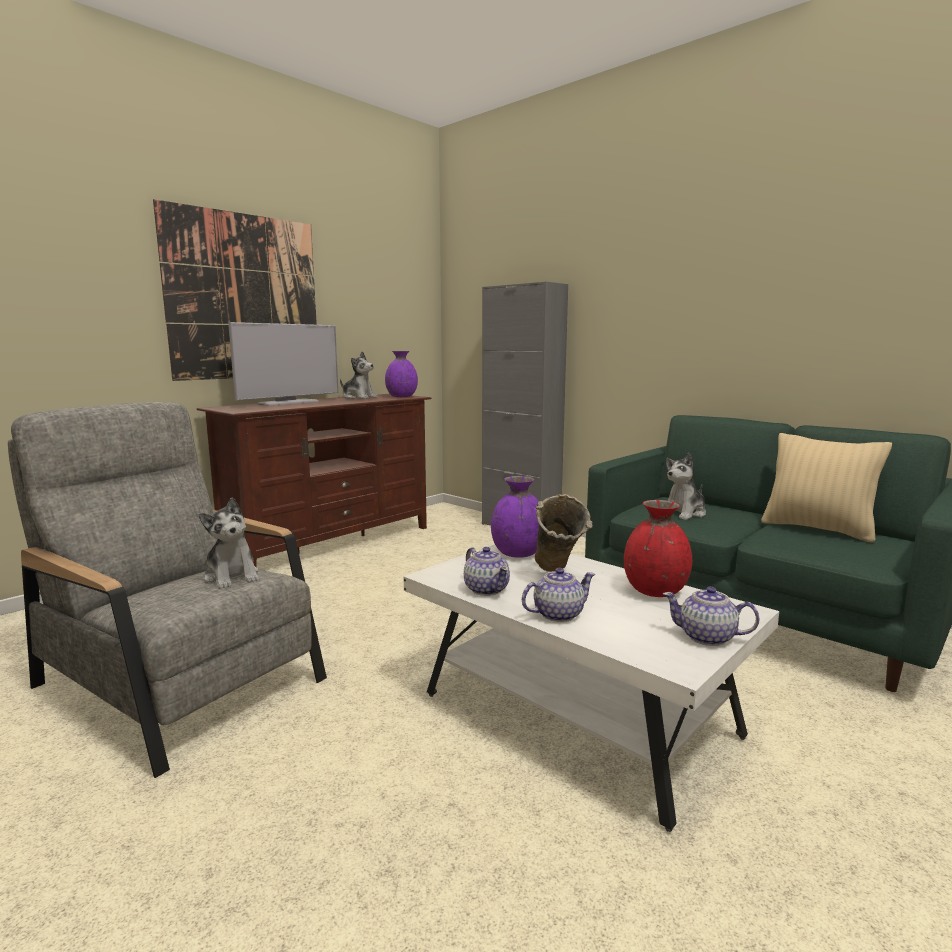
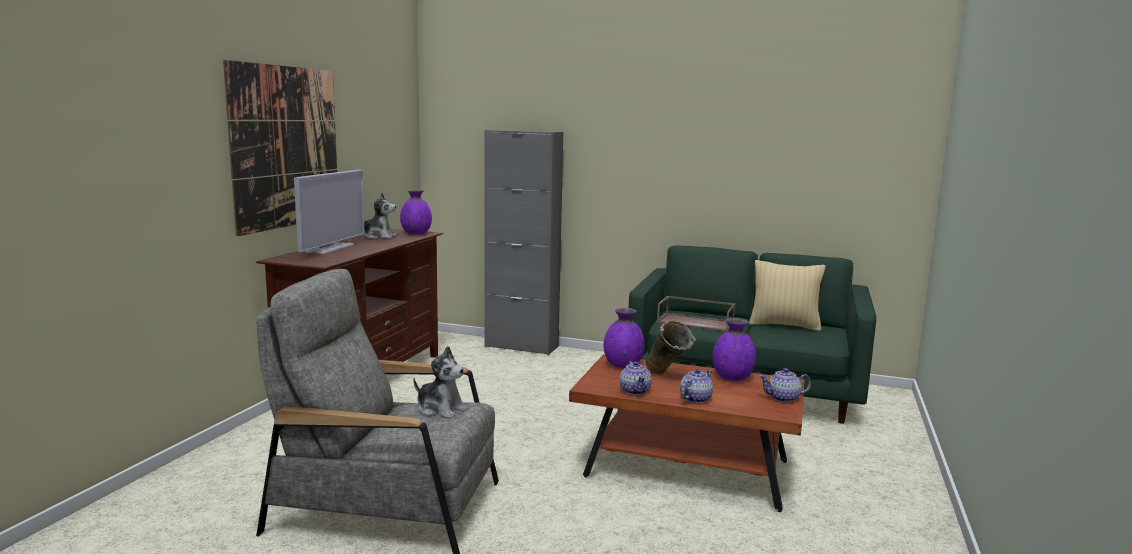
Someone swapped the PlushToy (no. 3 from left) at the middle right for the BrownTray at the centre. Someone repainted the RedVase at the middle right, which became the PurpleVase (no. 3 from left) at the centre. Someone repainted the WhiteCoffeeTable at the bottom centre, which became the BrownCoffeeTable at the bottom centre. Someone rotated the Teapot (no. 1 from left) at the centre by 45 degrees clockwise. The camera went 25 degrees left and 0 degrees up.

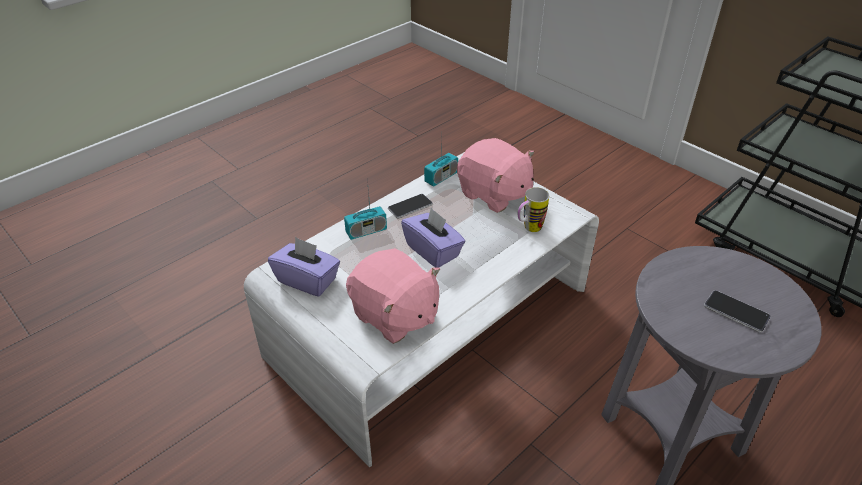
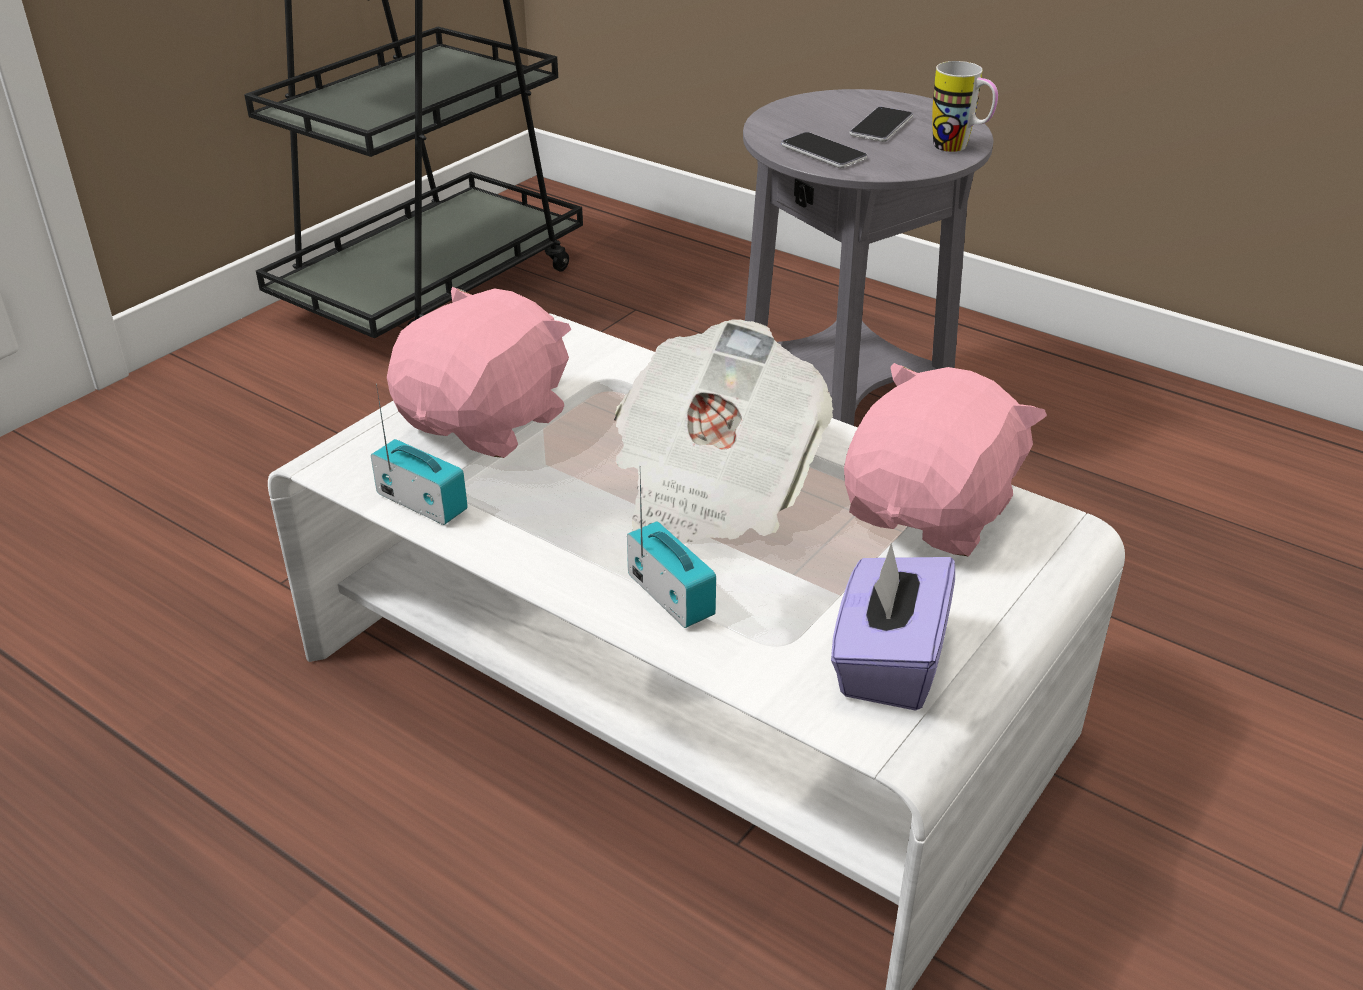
Someone carried the Mug from the centre to the top right. Someone carried the Phone (no. 1 from left) from the centre to the top centre. Someone swapped the PurpleTissueBox (no. 2 from left) at the centre for the Newspaper at the centre. The camera went 100 degrees left and 5 degrees down.

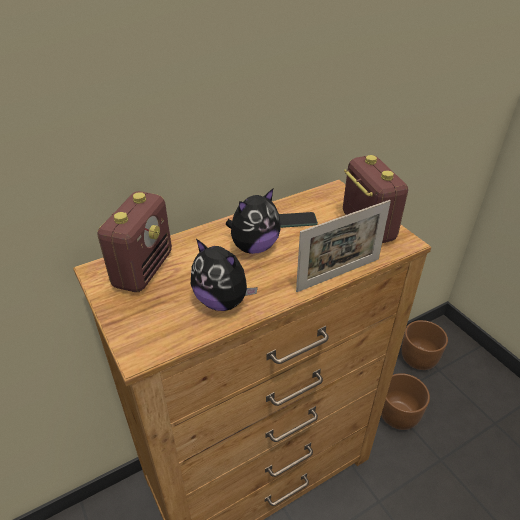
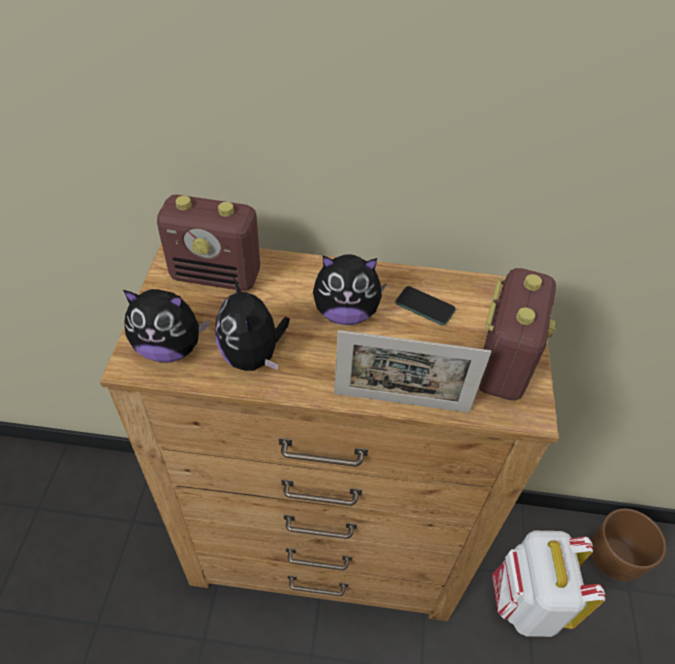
Someone rotated the Radio (no. 1 from left) at the middle left by 45 degrees clockwise. Someone swapped the BrownPlanter (no. 1 from left) at the bottom right for the WhiteBackpack at the bottom right. Someone put down the PlushToy (no. 1 from left) at the middle left. The camera went 35 degrees right and 10 degrees up.

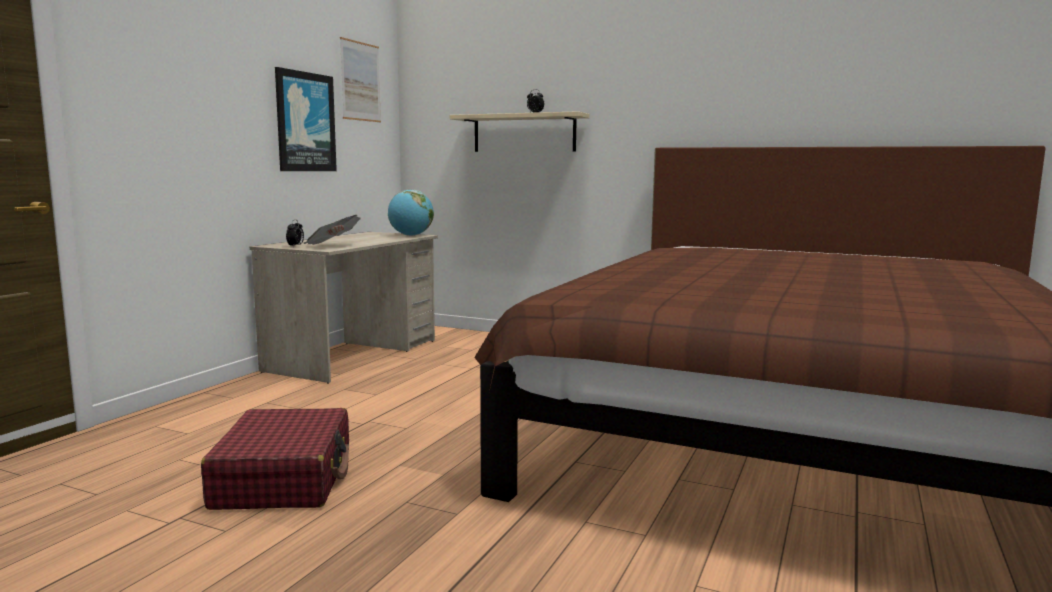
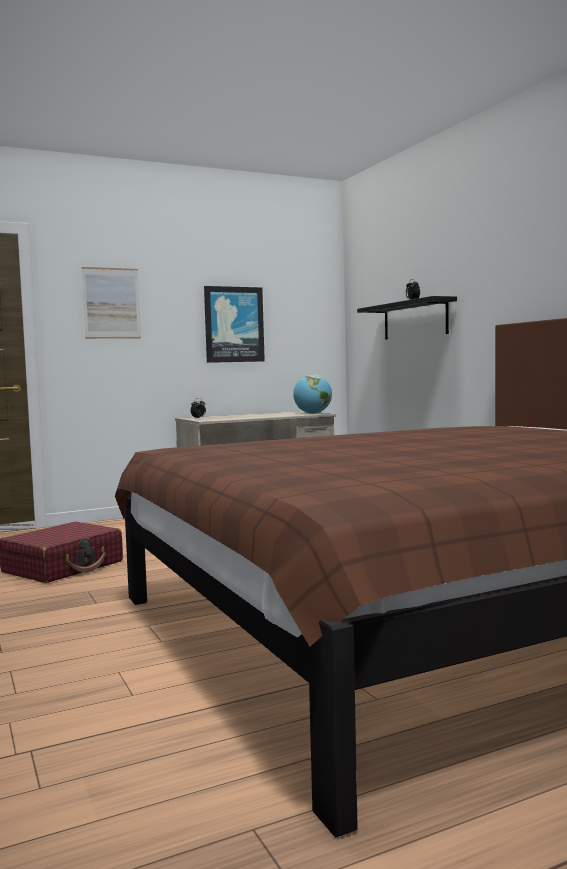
Someone carried the Picture (no. 2 from left in the first image) from the top centre to the middle left. Someone repainted the BeigeShelf at the top centre, which became the BlackShelf at the middle right. Someone took away the Newspaper at the middle left. The camera went 40 degrees right and 5 degrees down.

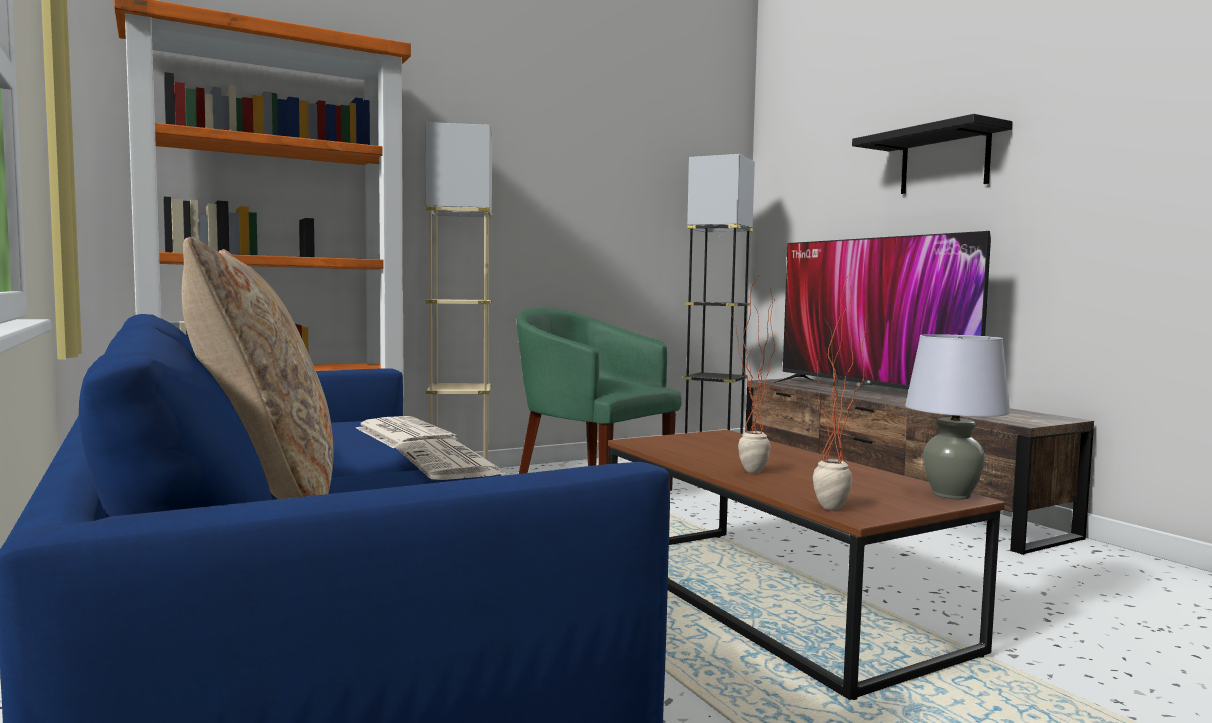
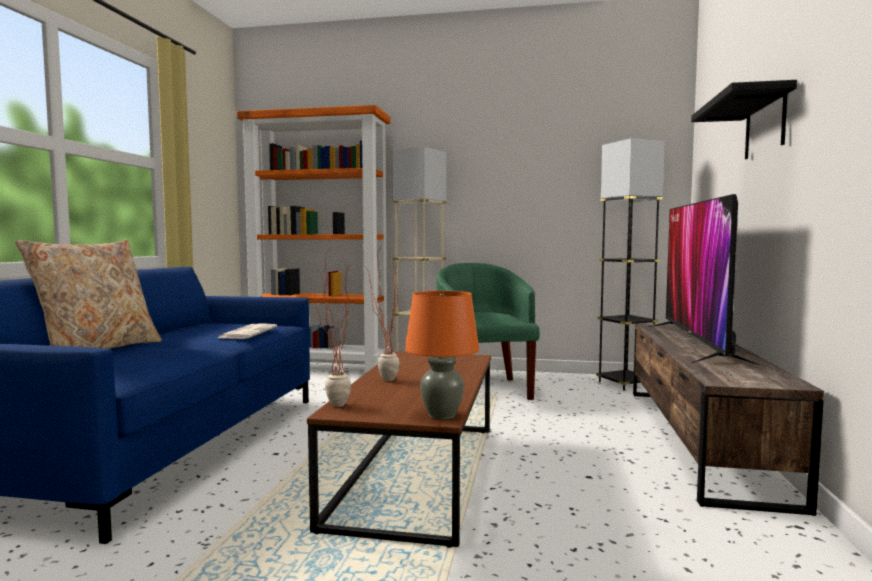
Someone repainted the GreyTableLamp at the middle right, which became the OrangeTableLamp at the centre. Someone took away the Newspaper (no. 2 from left) at the centre. The camera went 40 degrees right and 0 degrees up.

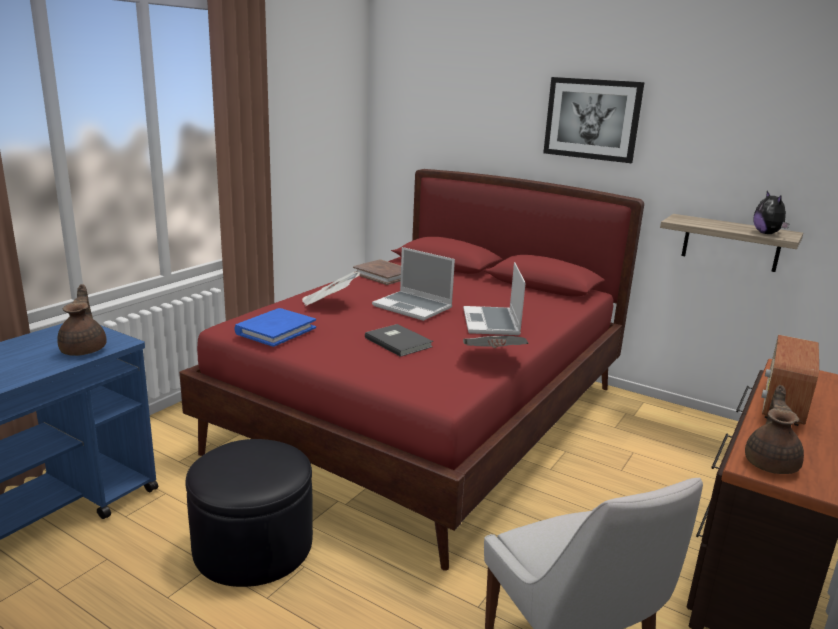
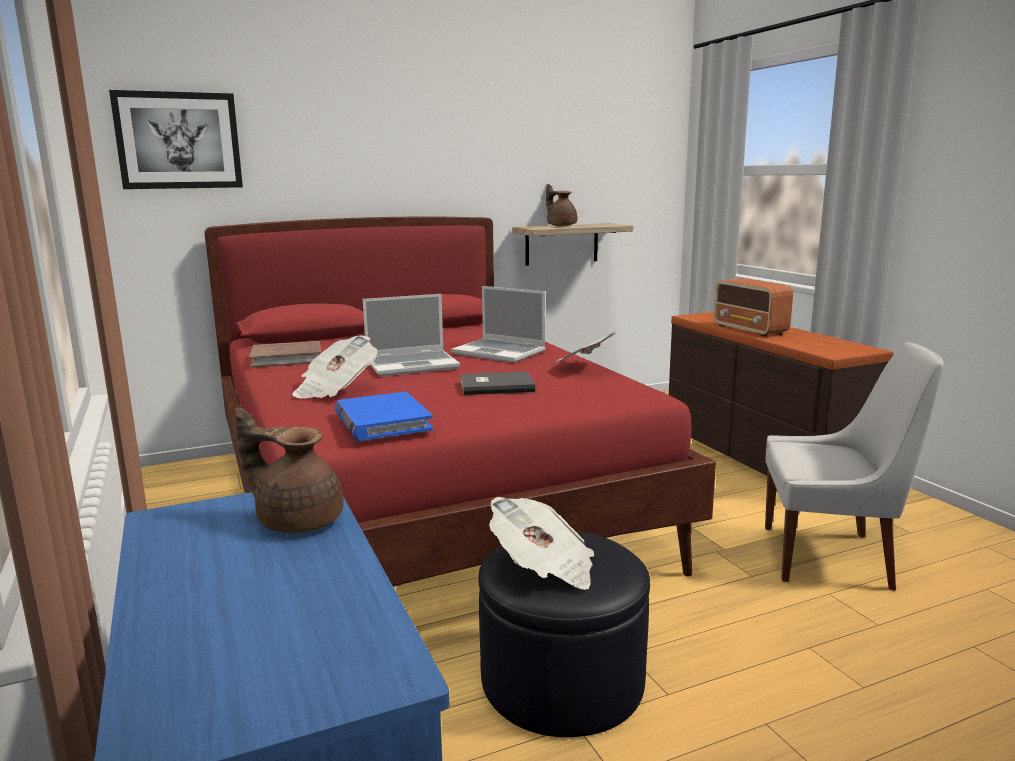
Someone carried the Picture from the top right to the top left. Someone took away the PlushToy at the middle right. Someone carried the BrownTeapot (no. 2 from left) from the bottom right to the top centre. Someone put down the Newspaper (no. 2 from left) at the bottom centre. The camera went 55 degrees left and 5 degrees down.

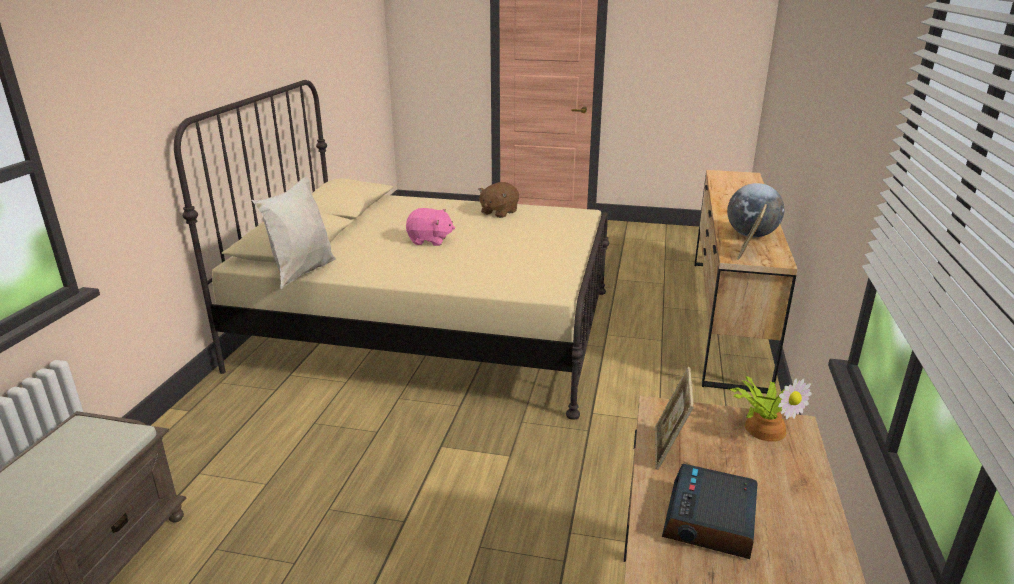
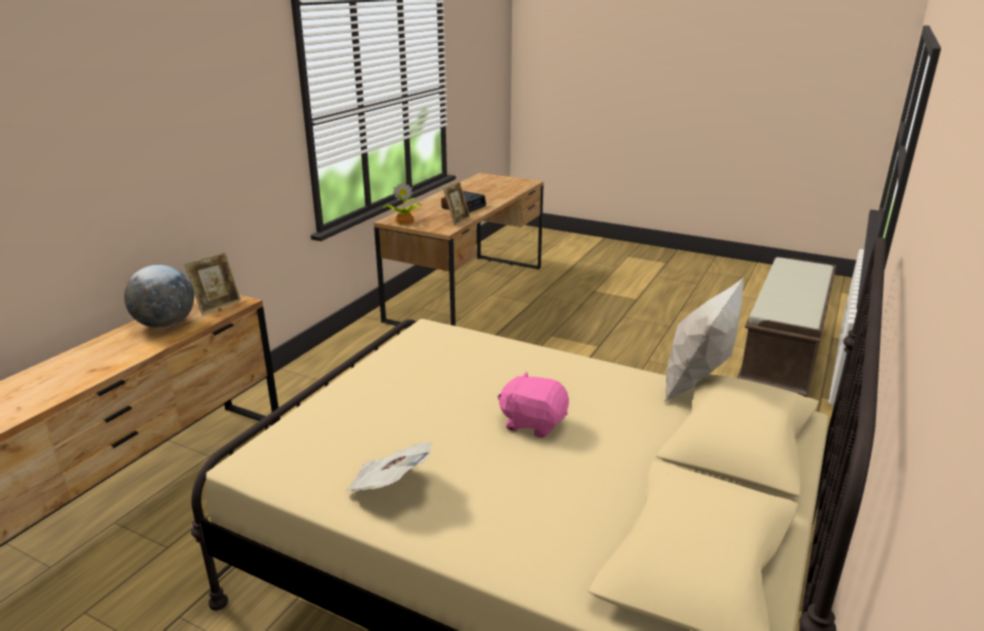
Someone swapped the BrownPlushToy at the centre for the Newspaper at the bottom centre. The camera went 165 degrees left and 0 degrees up.

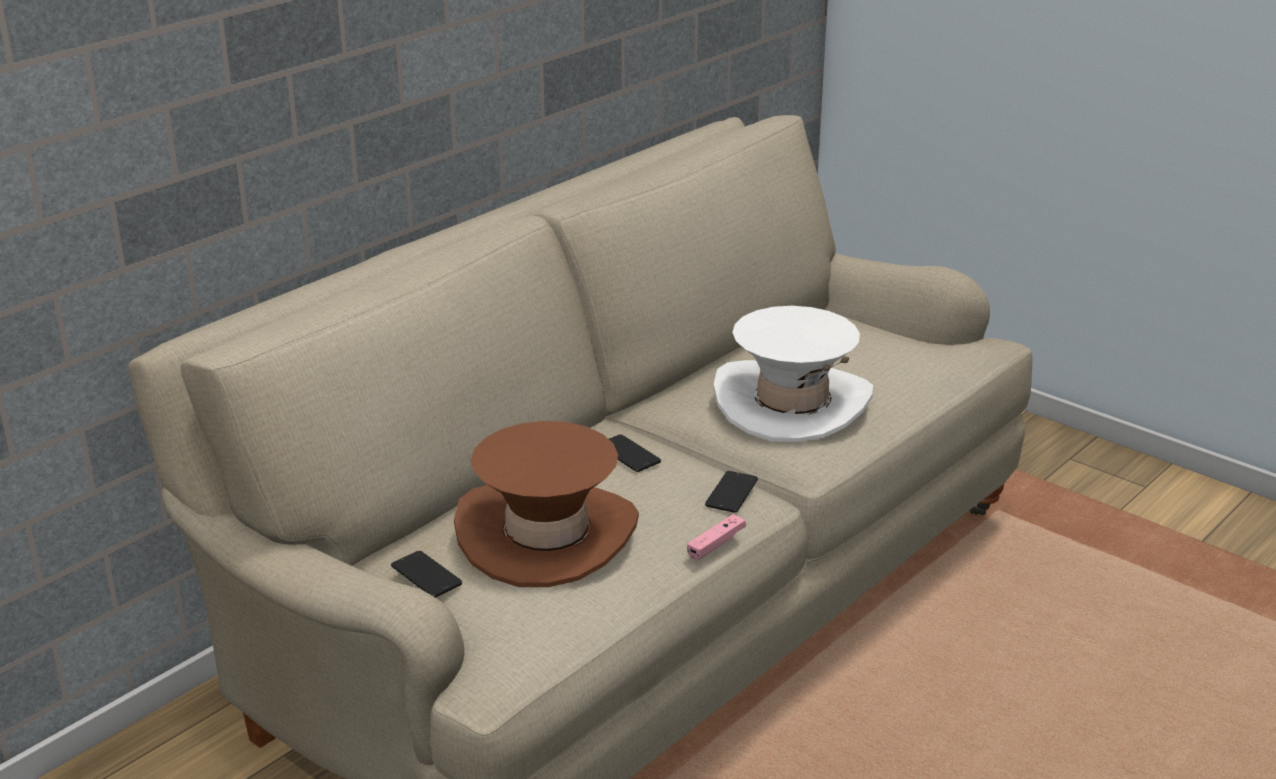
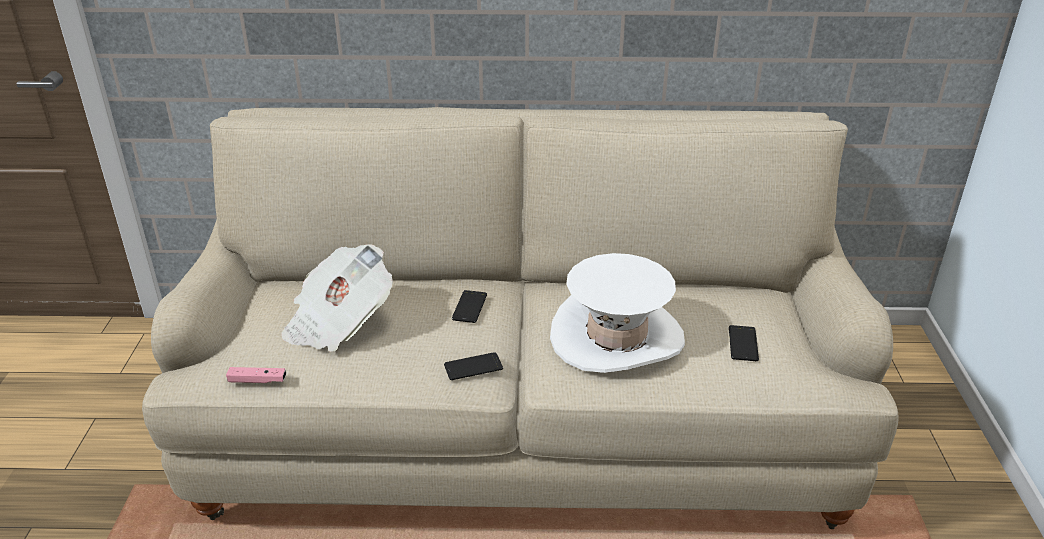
Someone swapped the BrownHat at the centre for the Newspaper at the middle left. Someone carried the PinkGameController from the bottom centre to the bottom left. Someone carried the Phone (no. 1 from left in the first image) from the bottom centre to the middle right. The camera went 50 degrees right and 5 degrees up.

